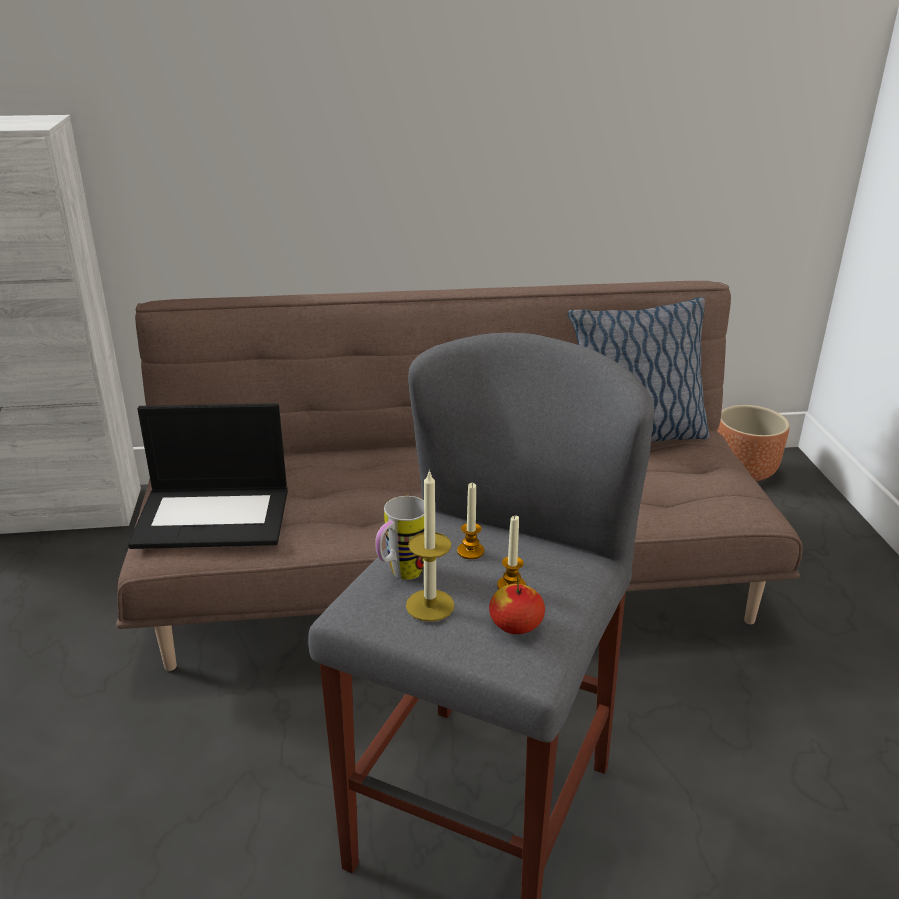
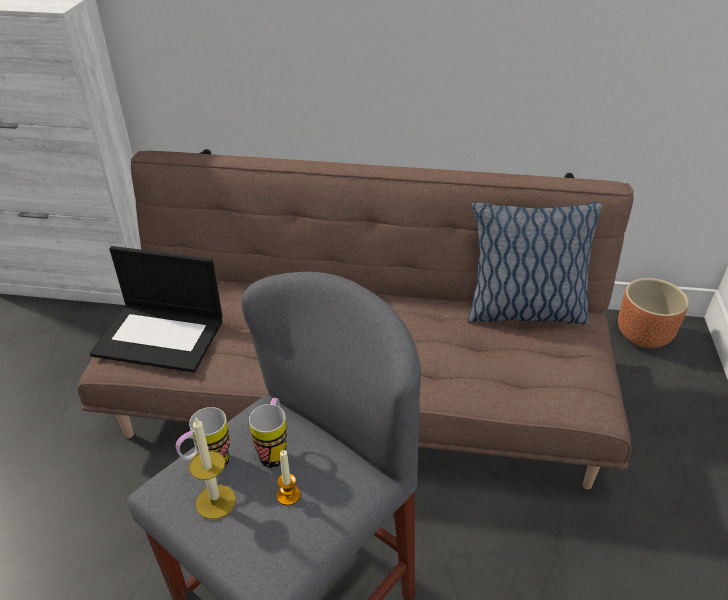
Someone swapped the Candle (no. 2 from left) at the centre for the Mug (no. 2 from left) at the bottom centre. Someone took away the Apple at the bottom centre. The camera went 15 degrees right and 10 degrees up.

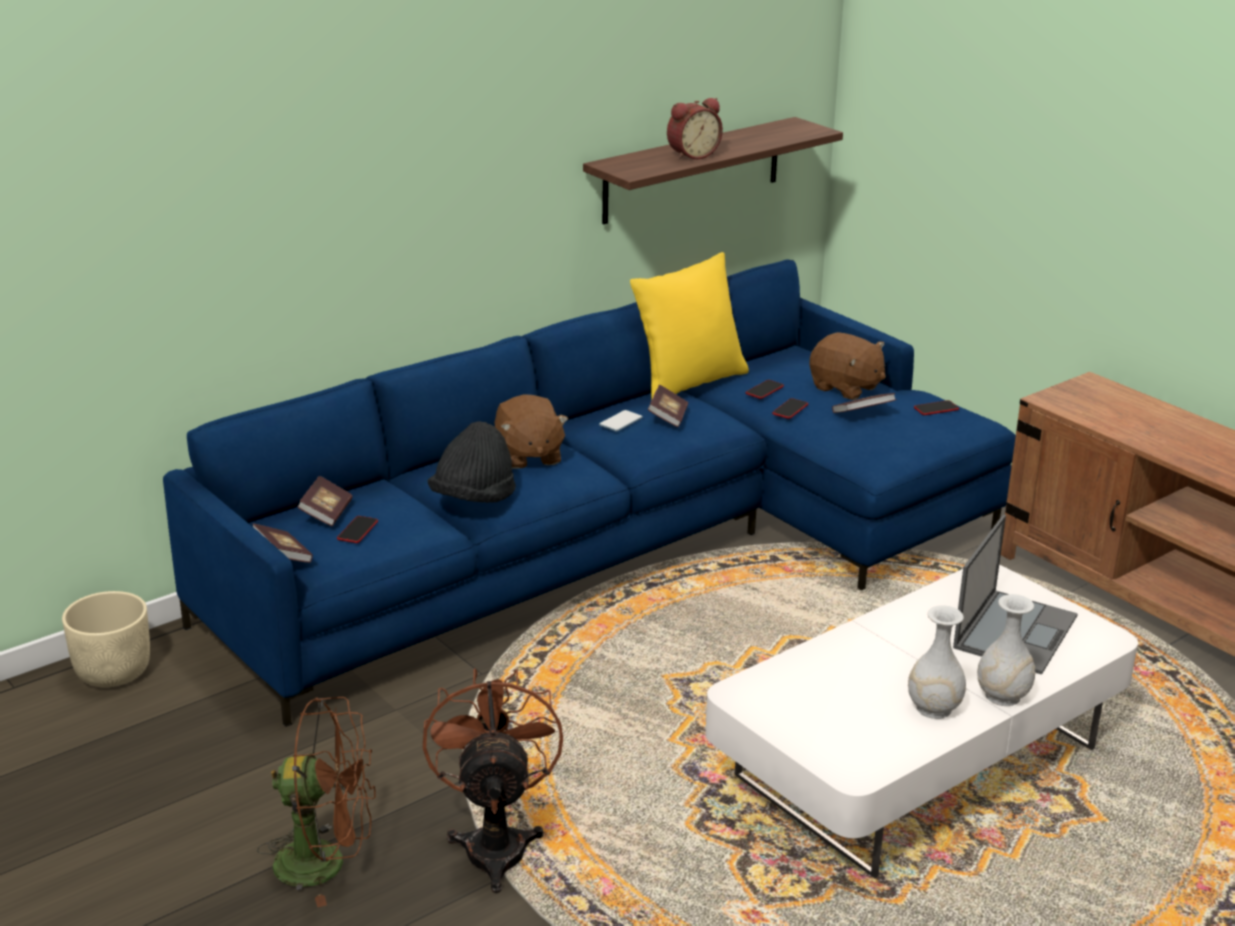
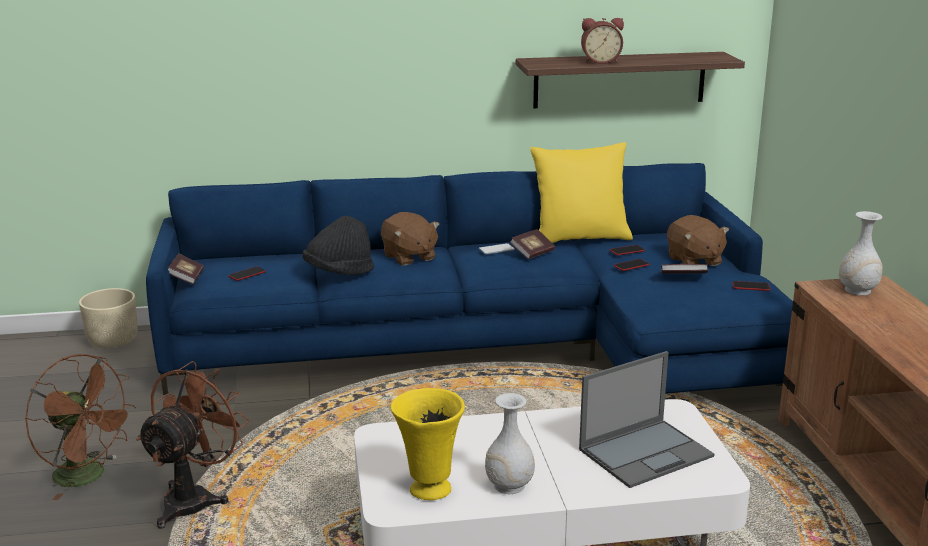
Someone rotated the BrownPlushToy (no. 1 from left) at the centre by 45 degrees counterclockwise. Someone took away the Book (no. 2 from left) at the middle left. Someone carried the WhiteVase (no. 2 from left) from the bottom right to the middle right. Someone put down the YellowVase at the bottom centre. The camera went 30 degrees right and 5 degrees down.

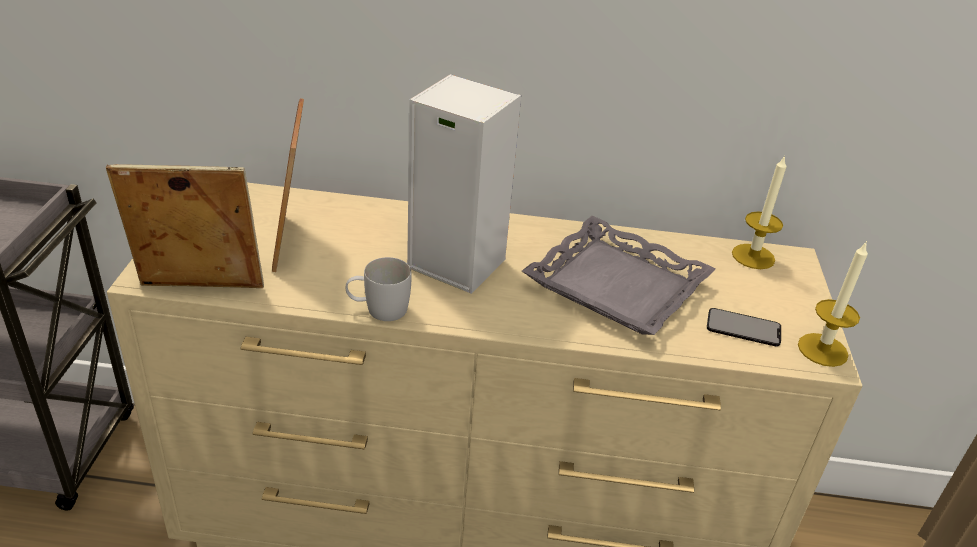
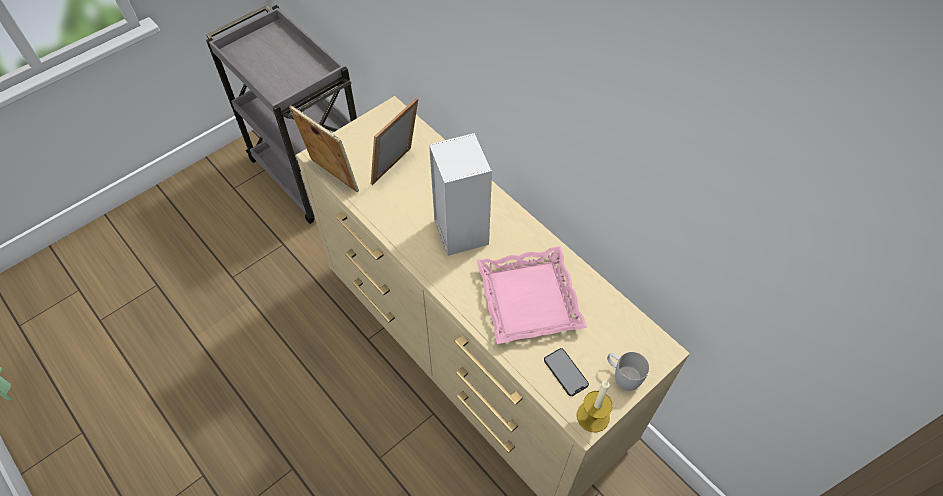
Someone took away the Candle (no. 1 from left) at the middle right. Someone repainted the GreyTray at the centre, which became the PinkTray at the centre. Someone carried the WhiteMug from the centre to the bottom centre. The camera went 45 degrees right and 20 degrees up.

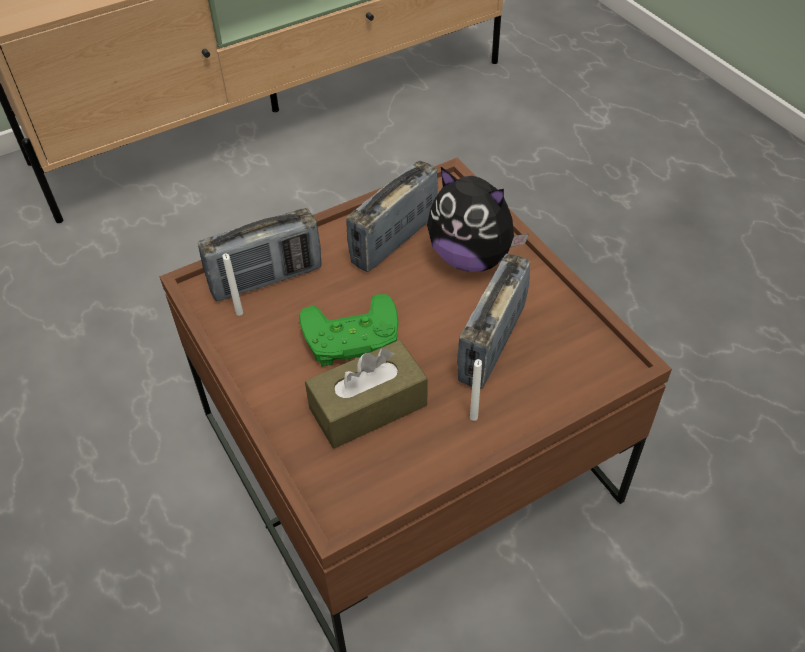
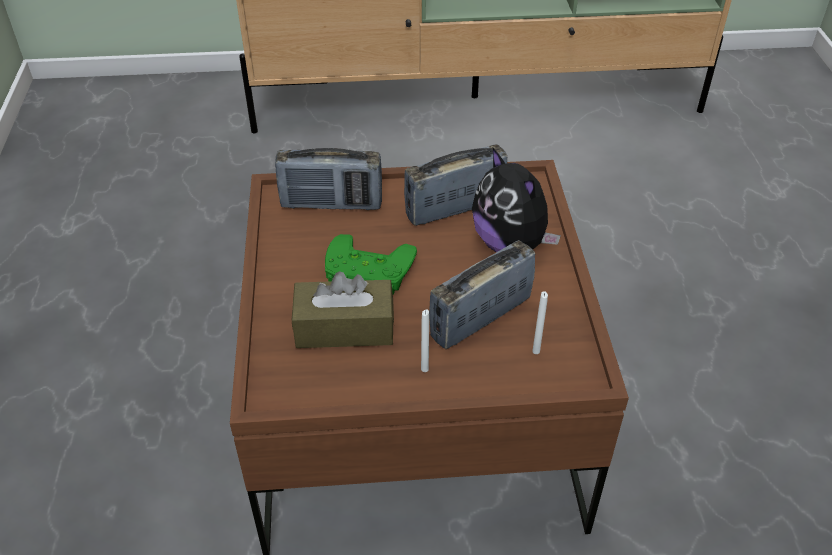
Someone carried the WhiteCandle (no. 1 from left in the first image) from the middle left to the centre. The camera went 25 degrees right and 5 degrees down.

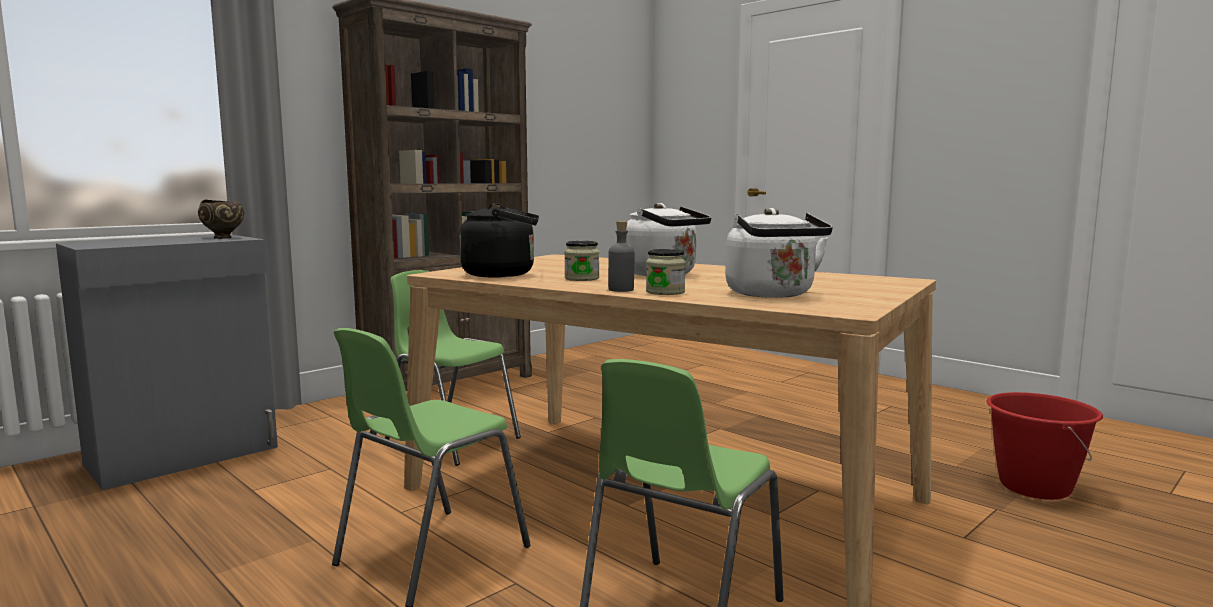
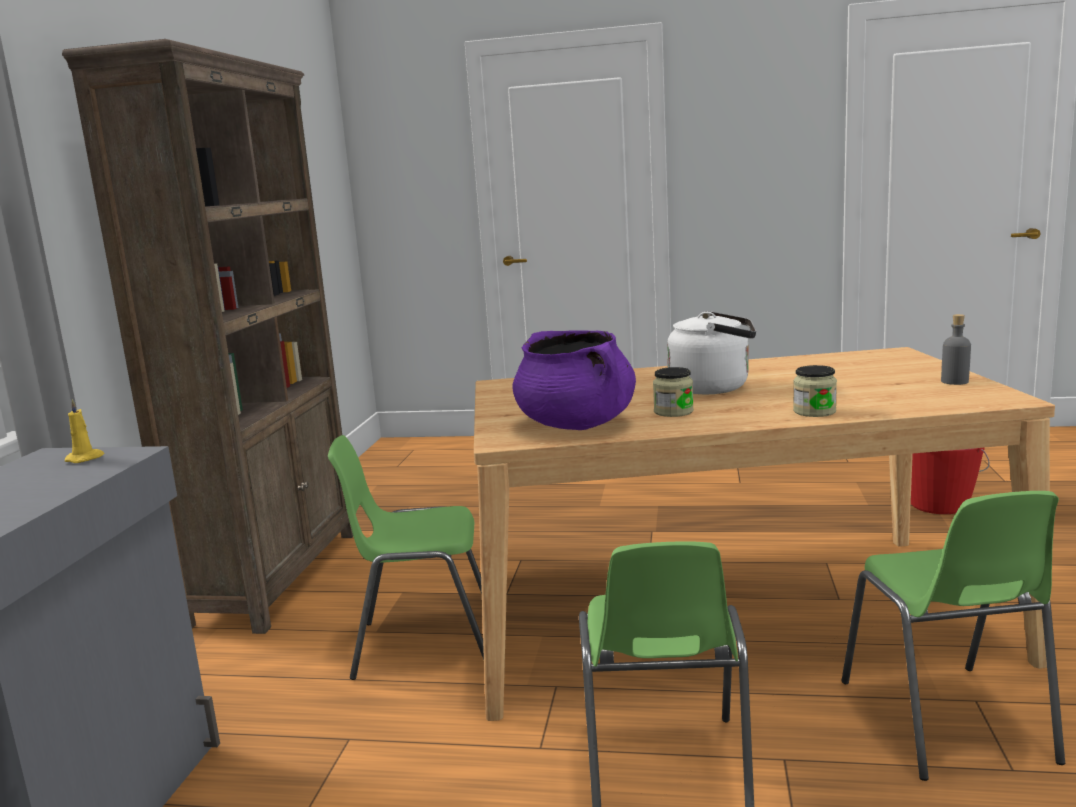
Someone swapped the BrownBowl at the middle left for the YellowCandle at the middle left. Someone swapped the BlackKettle at the centre for the PurpleCookingPot at the centre. Someone took away the WhiteKettle (no. 2 from left) at the centre. Someone carried the GreyBottle from the centre to the middle right. The camera went 35 degrees left and 5 degrees up.

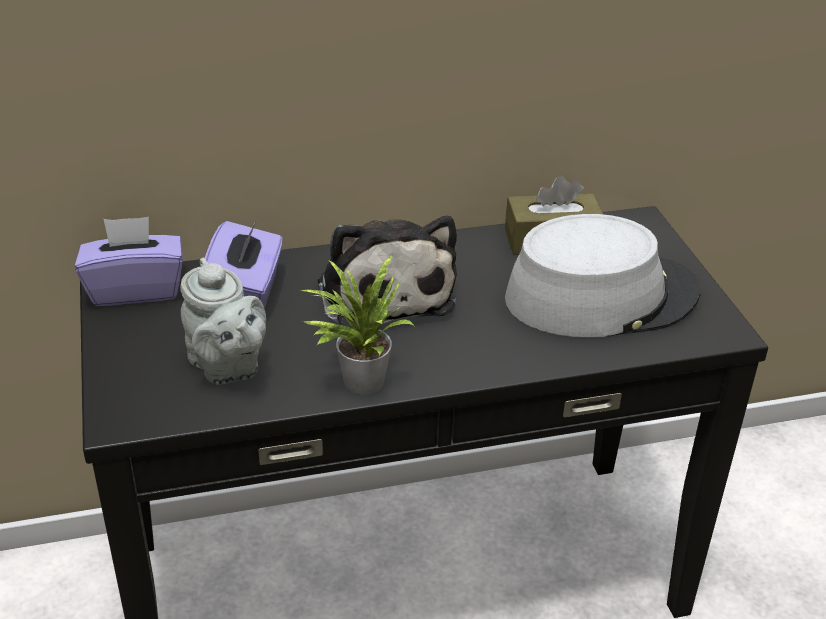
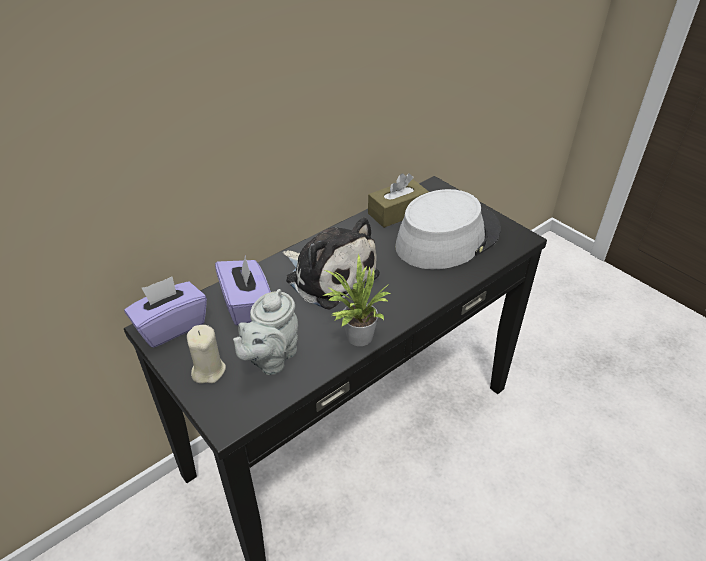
Someone rotated the GreyTeapot at the middle left by 90 degrees clockwise. Someone put down the BeigeCandle at the middle left. The camera went 25 degrees left and 5 degrees up.

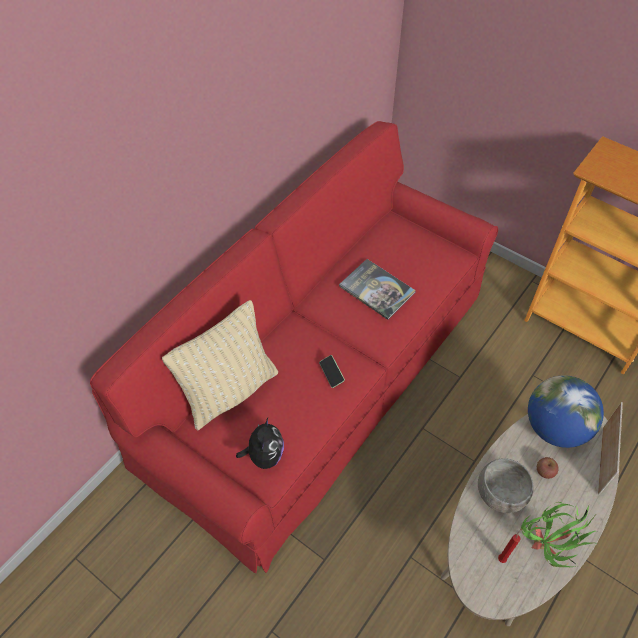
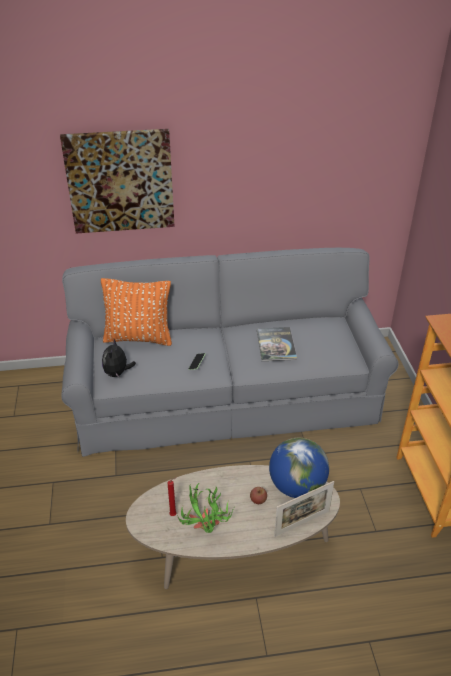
Someone repainted the RedSofa at the centre, which became the GreySofa at the centre. Someone repainted the BeigePillow at the centre, which became the OrangePillow at the middle left. Someone rotated the PlushToy at the bottom centre by 135 degrees clockwise. Someone took away the GreyBowl at the bottom right. Someone put up the Picture at the top left. The camera went 45 degrees right and 15 degrees down.

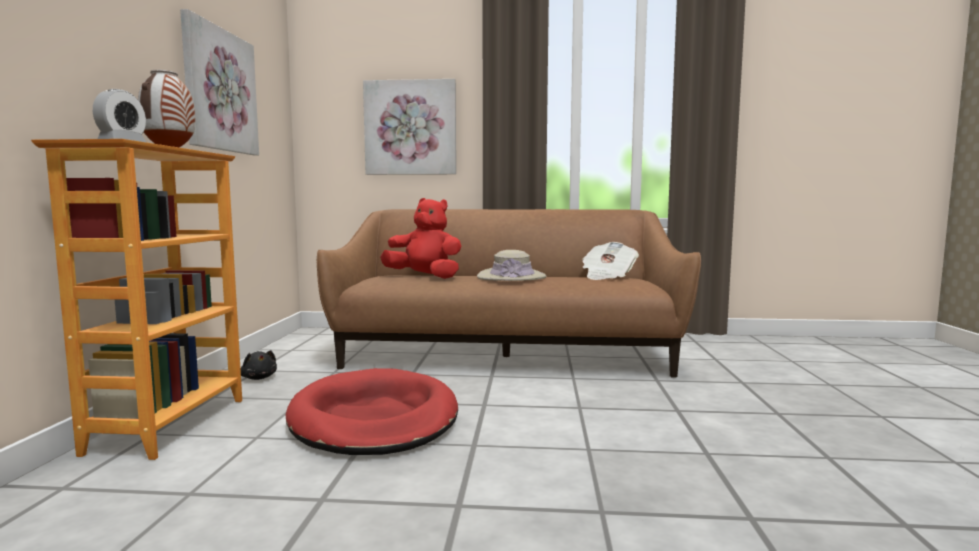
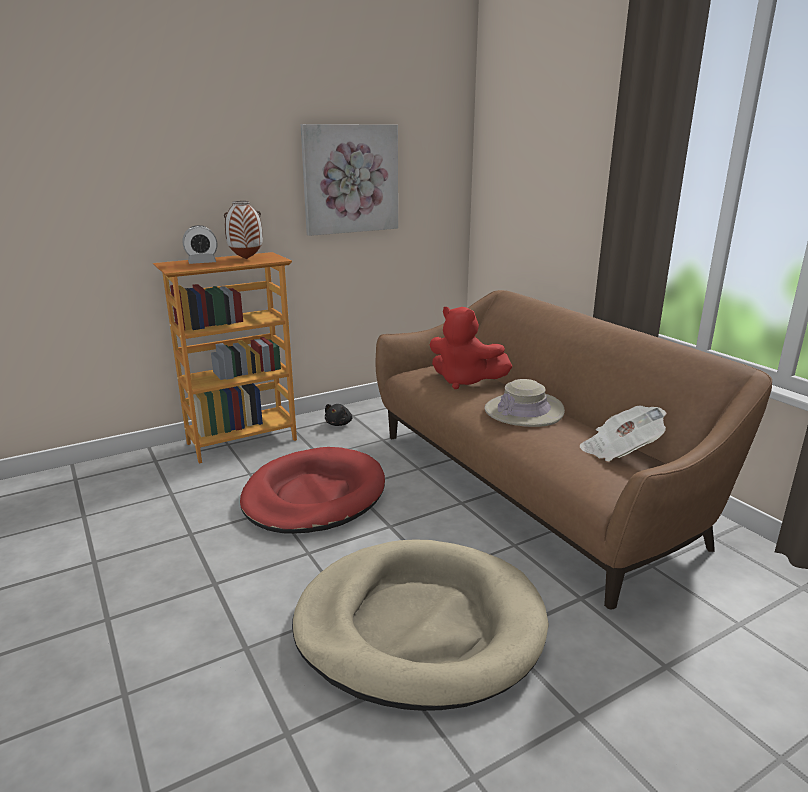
Someone took away the Picture (no. 2 from left) at the top centre. Someone rotated the RedPlushToy at the centre by 135 degrees clockwise. Someone put down the BeigeDogBed at the bottom centre. The camera went 55 degrees right and 15 degrees up.

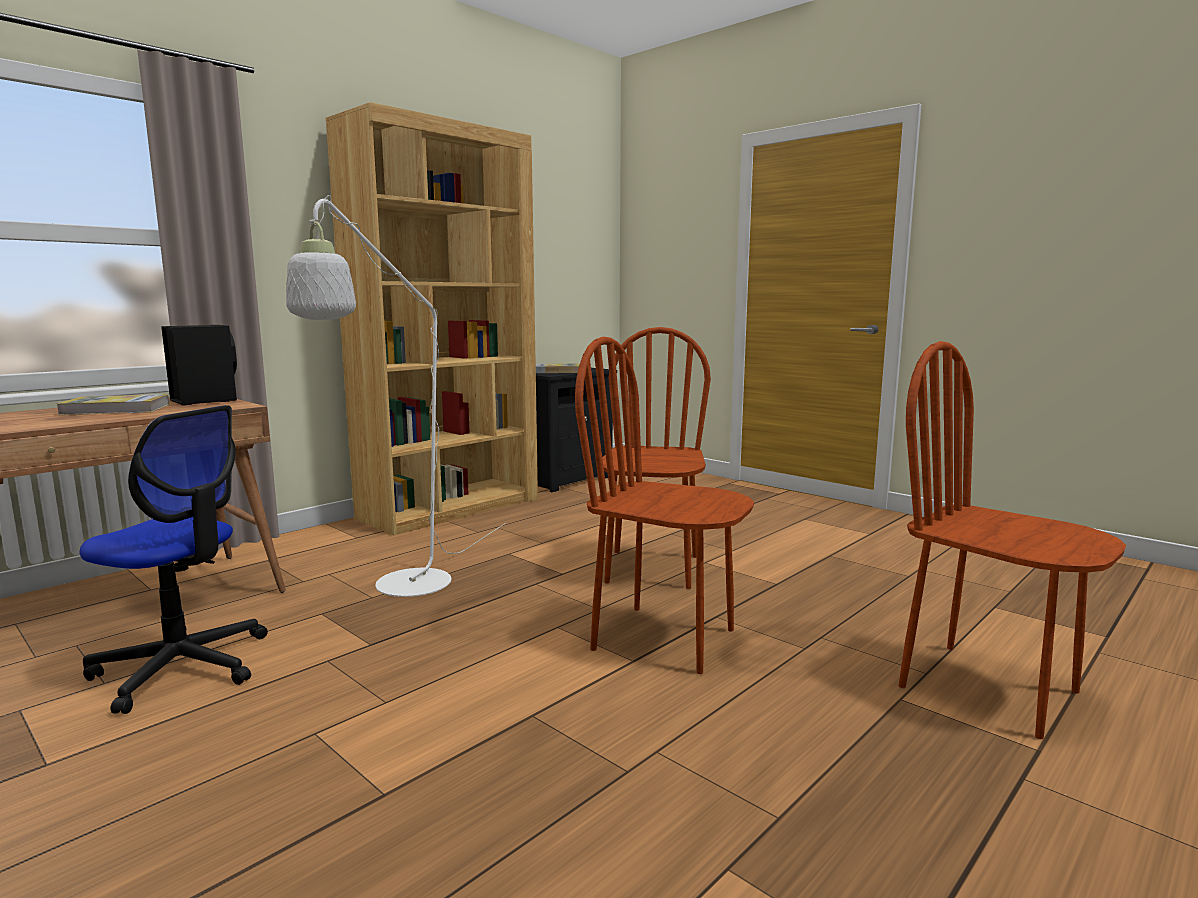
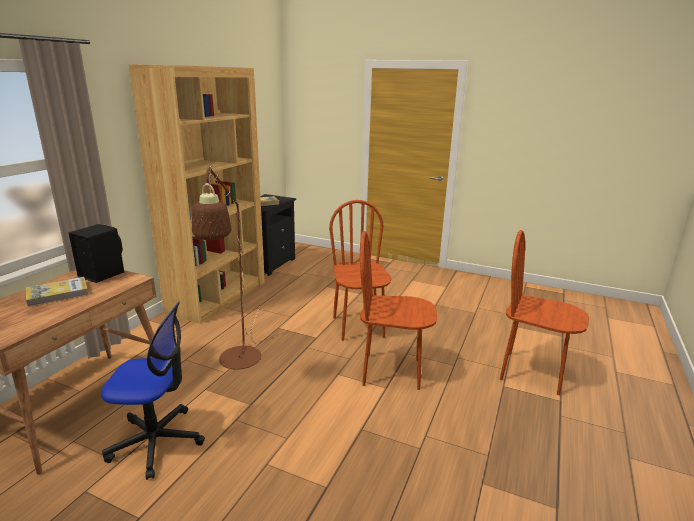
Someone repainted the WhiteFloorLamp at the middle left, which became the BrownFloorLamp at the middle left. The camera went 20 degrees left and 10 degrees up.

